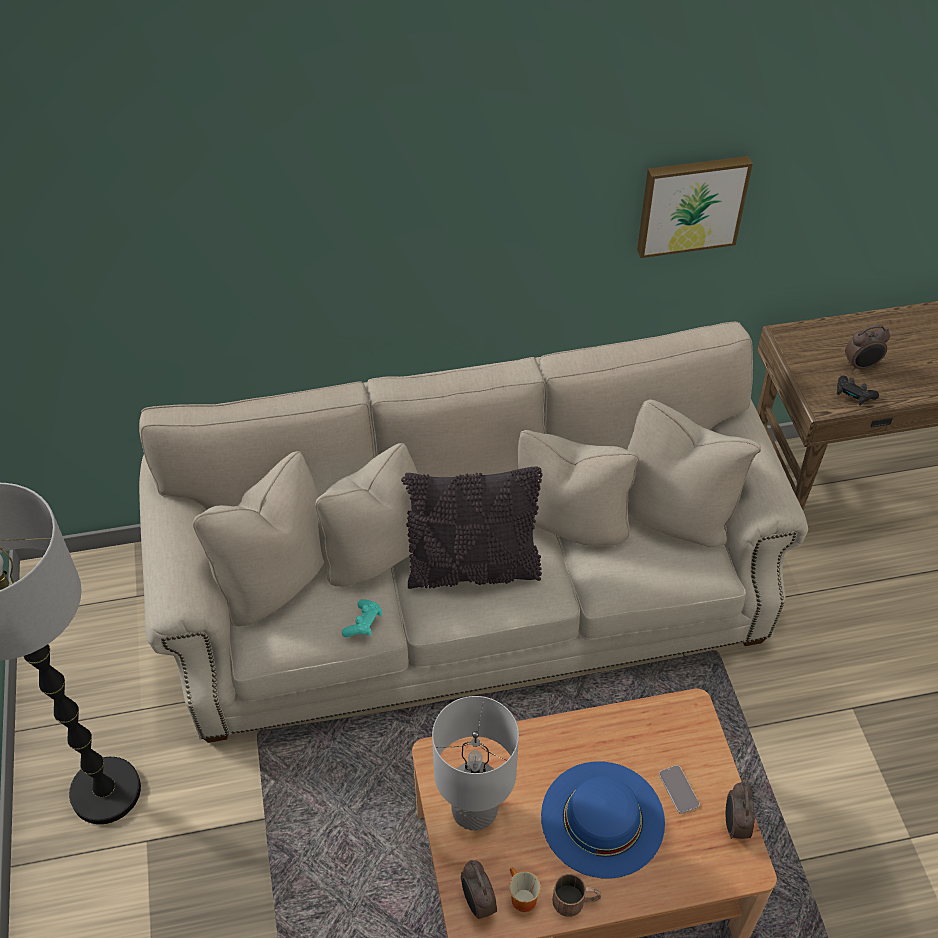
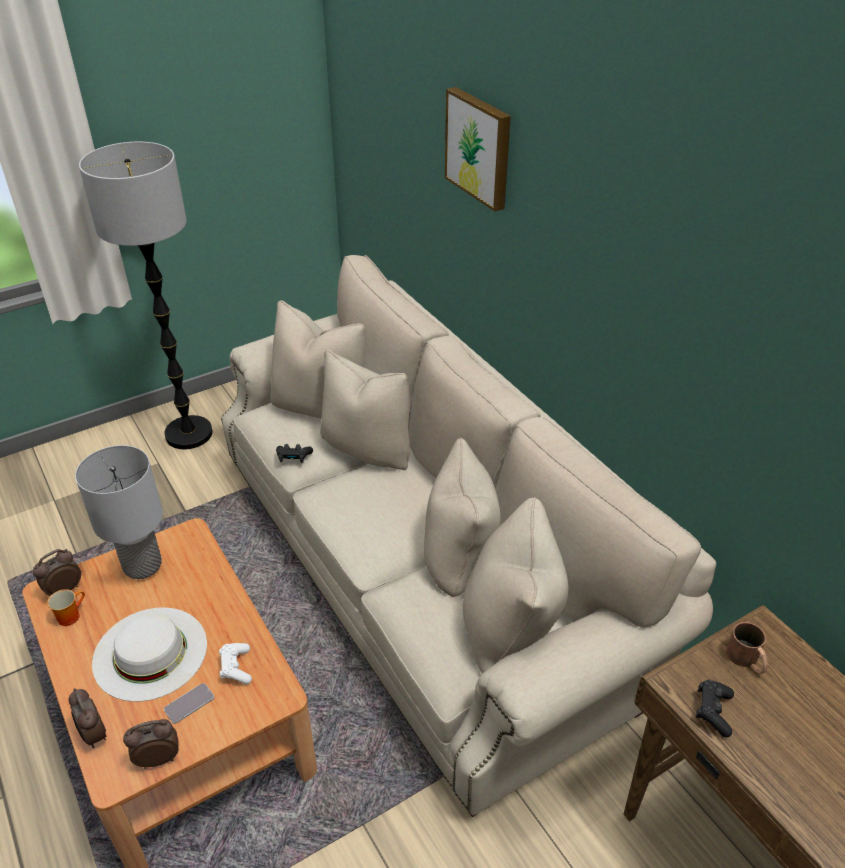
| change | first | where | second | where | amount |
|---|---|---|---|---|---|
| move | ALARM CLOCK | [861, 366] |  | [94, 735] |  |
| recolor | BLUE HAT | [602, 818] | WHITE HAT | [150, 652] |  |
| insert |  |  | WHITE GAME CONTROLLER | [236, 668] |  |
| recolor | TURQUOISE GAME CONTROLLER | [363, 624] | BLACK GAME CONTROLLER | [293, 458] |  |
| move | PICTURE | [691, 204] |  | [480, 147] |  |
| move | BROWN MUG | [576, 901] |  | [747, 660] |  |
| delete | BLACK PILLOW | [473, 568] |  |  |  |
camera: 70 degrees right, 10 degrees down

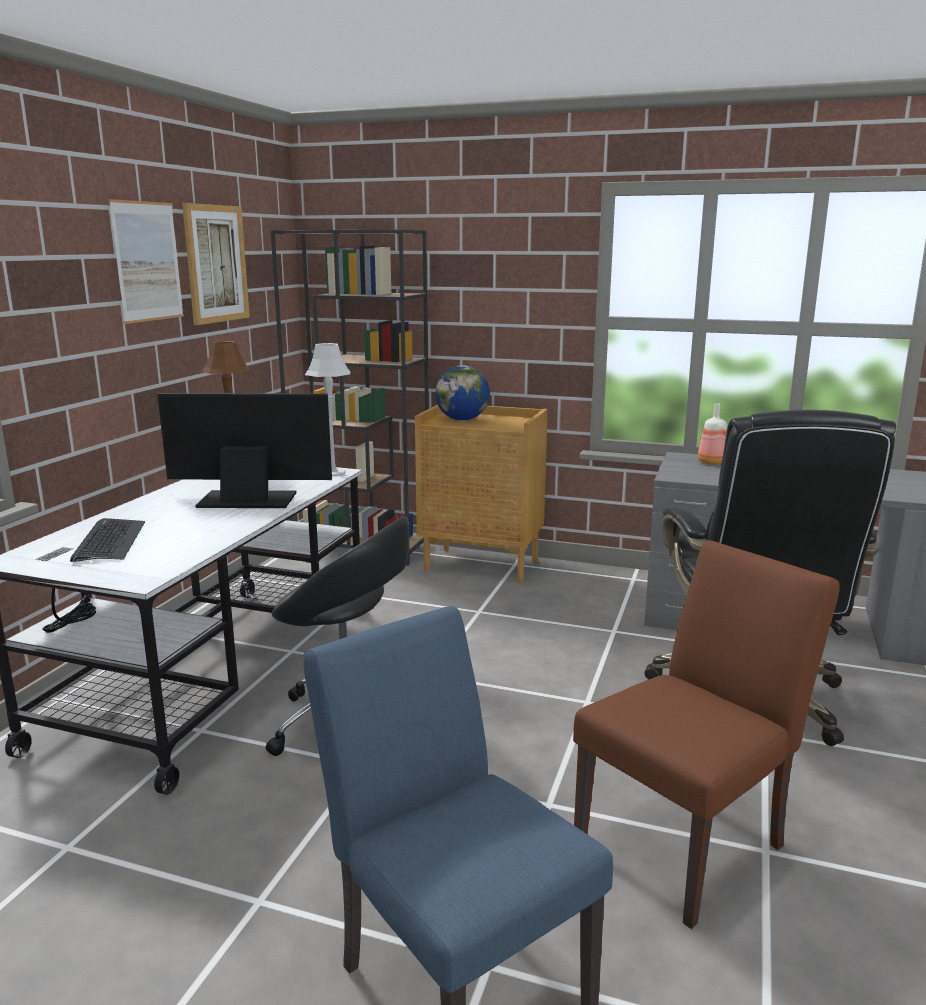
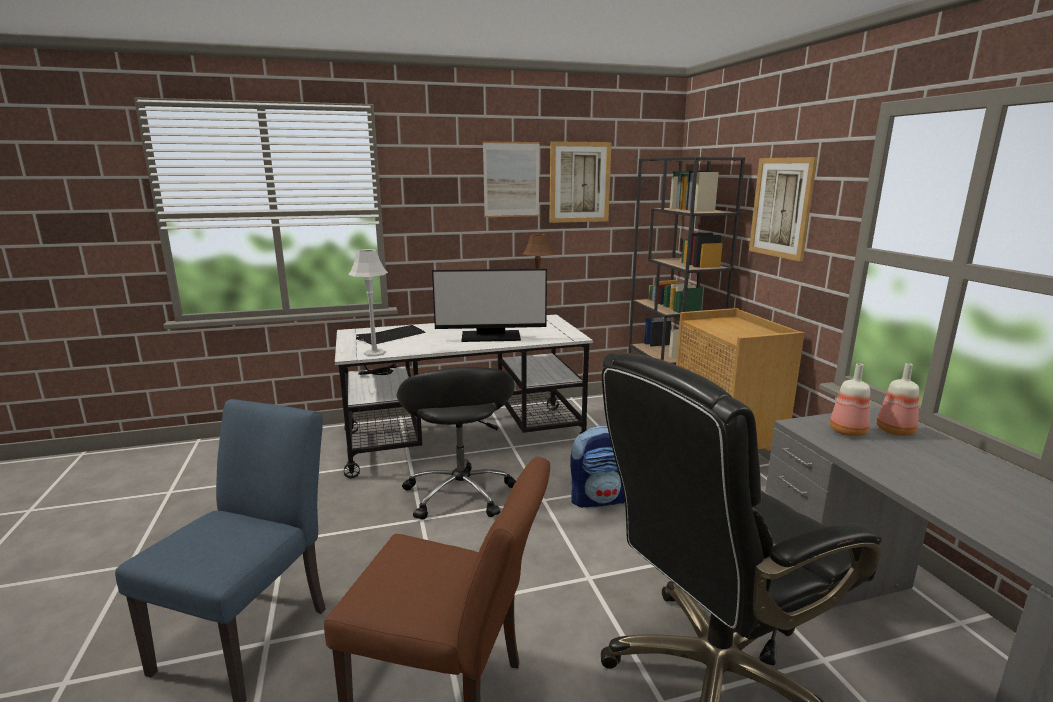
| change | first | where | second | where | amount |
|---|---|---|---|---|---|
| move | GREY TABLE LAMP | [332, 473] |  | [374, 353] |  |
| rotate | MONITOR | [247, 499] |  | [491, 337] | 120 degrees clockwise |
| insert |  |  | BACKPACK | [599, 499] |  |
| insert |  |  | PICTURE | [781, 207] |  |
| insert |  |  | BOTTLE | [849, 432] |  |
| delete | GLOBE | [462, 420] |  |  |  |
camera: 55 degrees right, 0 degrees up

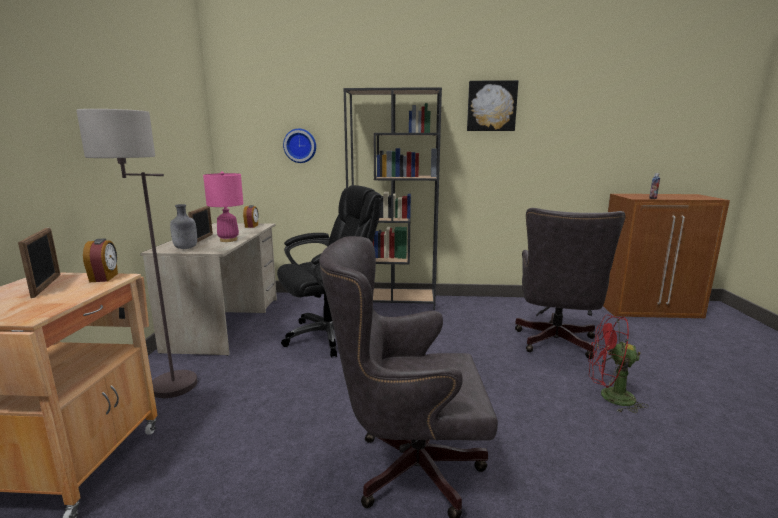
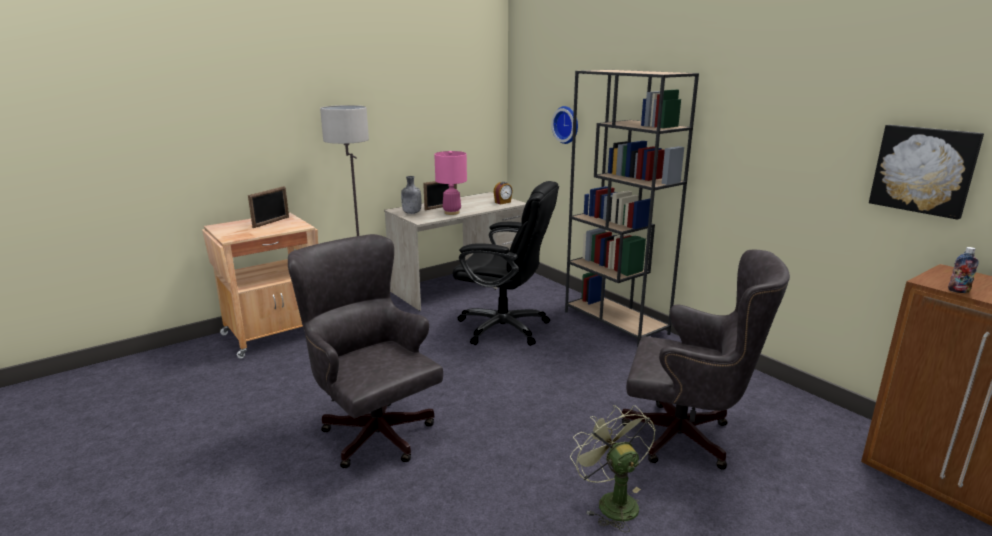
| change | first | where | second | where | amount |
|---|---|---|---|---|---|
| recolor | RED FAN | [609, 397] | GREEN FAN | [611, 501] |  |
| rotate | GREY OFFICE CHAIR | [556, 343] |  | [686, 438] | 135 degrees counterclockwise |
| move | PICTURE | [491, 106] |  | [924, 170] |  |
| delete | ALARM CLOCK | [104, 278] |  |  |  |
camera: 50 degrees right, 5 degrees up

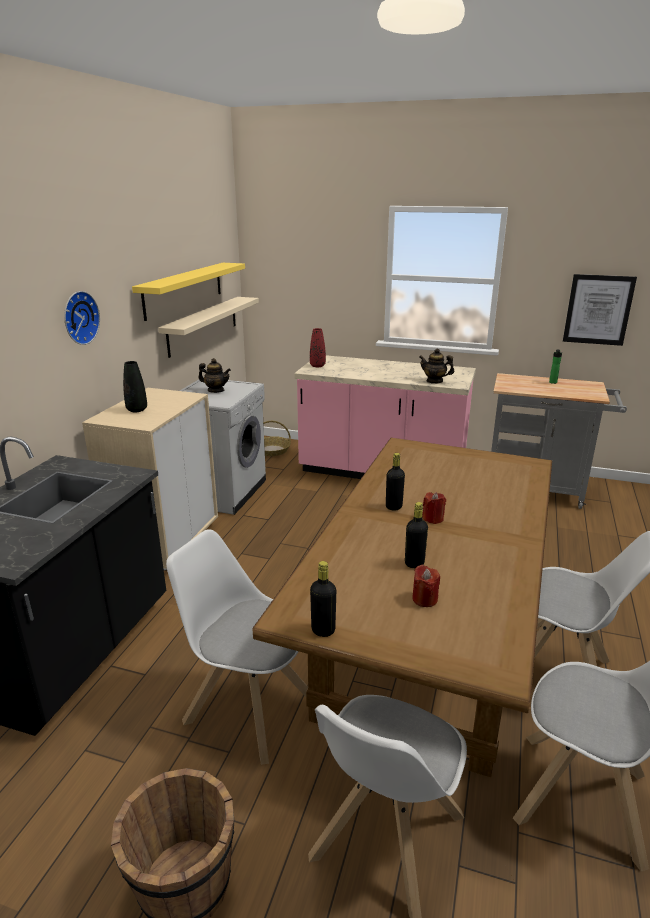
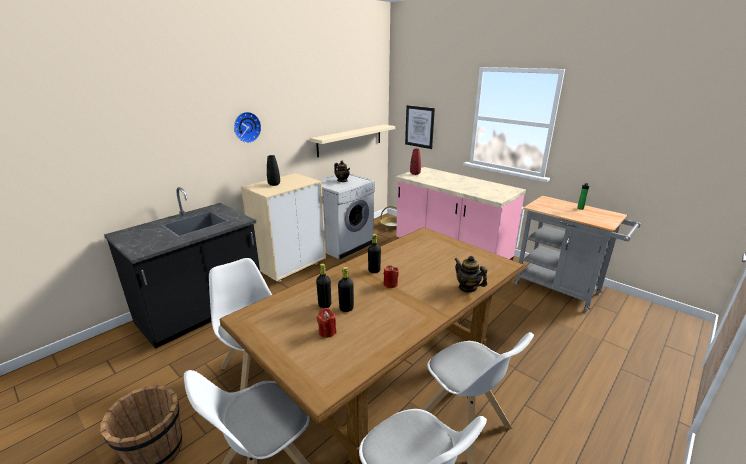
| change | first | where | second | where | amount |
|---|---|---|---|---|---|
| move | BLACK BOTTLE | [323, 630] |  | [324, 305] |  |
| move | PICTURE | [598, 309] |  | [419, 126] |  |
| move | TEAPOT | [434, 381] |  | [467, 287] |  |
| delete | YELLOW SHELF | [184, 289] |  |  |  |
camera: 25 degrees right, 0 degrees up

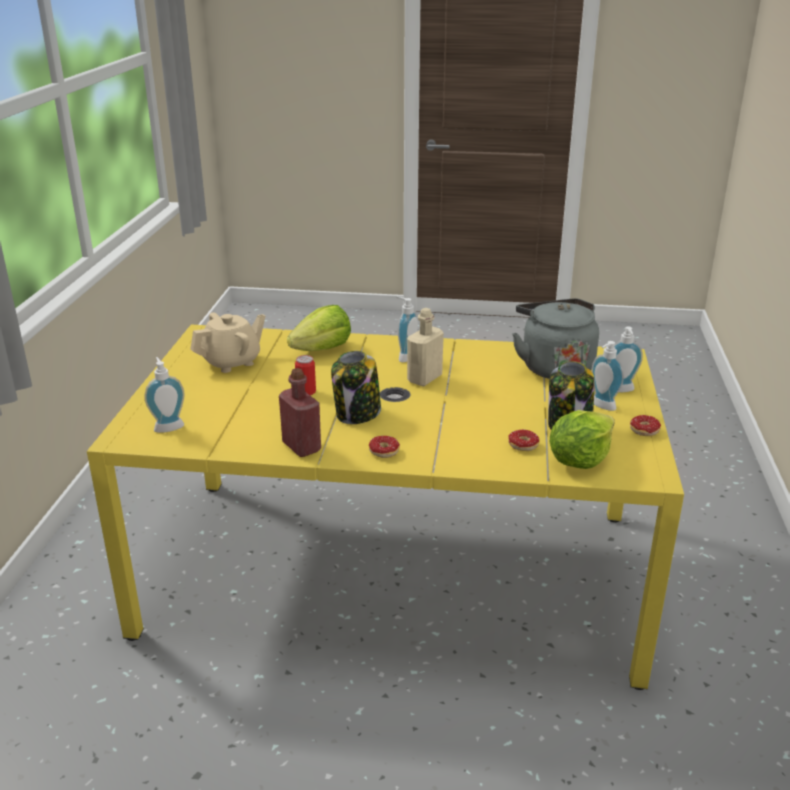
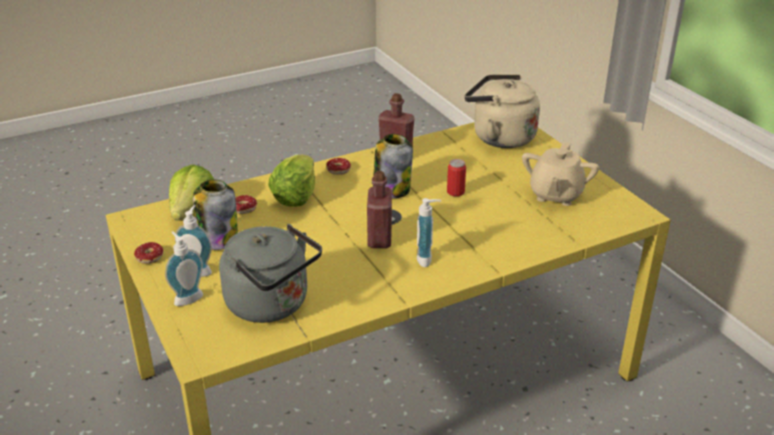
| change | first | where | second | where | amount |
|---|---|---|---|---|---|
| move | LETTUCE | [322, 349] |  | [296, 196] |  |
| recolor | BEIGE BOTTLE | [424, 378] | RED BOTTLE | [379, 239] |  |
| replace | SOAP DISPENSER | [168, 426] | BEIGE KETTLE | [499, 137] |  |
camera: 145 degrees right, 5 degrees up

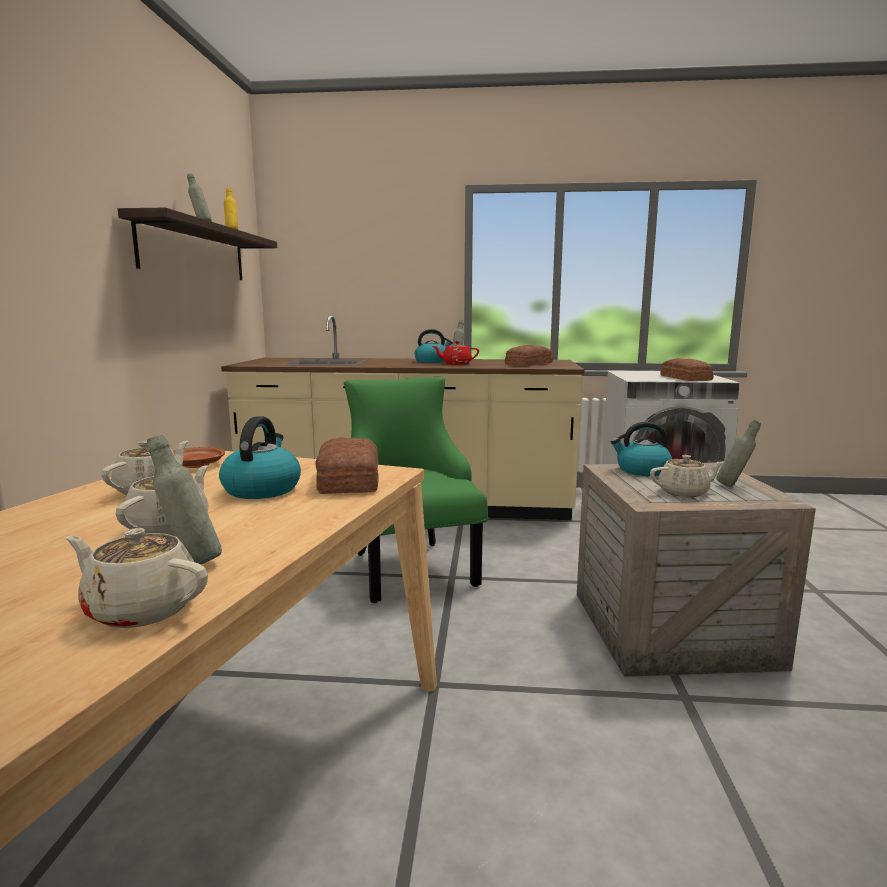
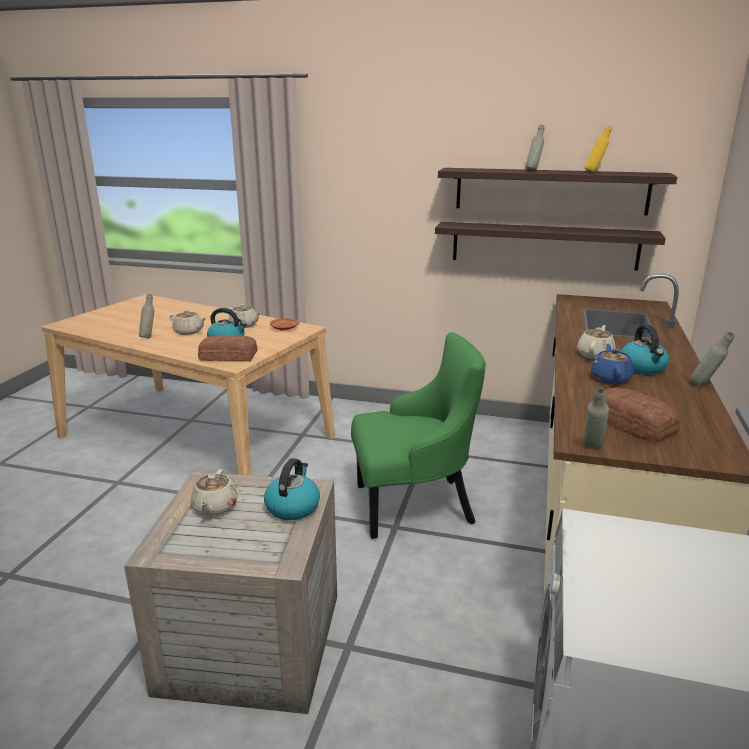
| change | first | where | second | where | amount |
|---|---|---|---|---|---|
| insert |  |  | SHELF | [544, 245] |  |
| move | BEIGE TEAPOT | [141, 609] |  | [595, 355] |  |
| move | GREY BOTTLE | [734, 486] |  | [592, 449] |  |
| recolor | RED TEAPOT | [456, 364] | BLUE TEAPOT | [610, 378] |  |
| delete | BREAD | [685, 378] |  |  |  |
camera: 100 degrees right, 10 degrees up

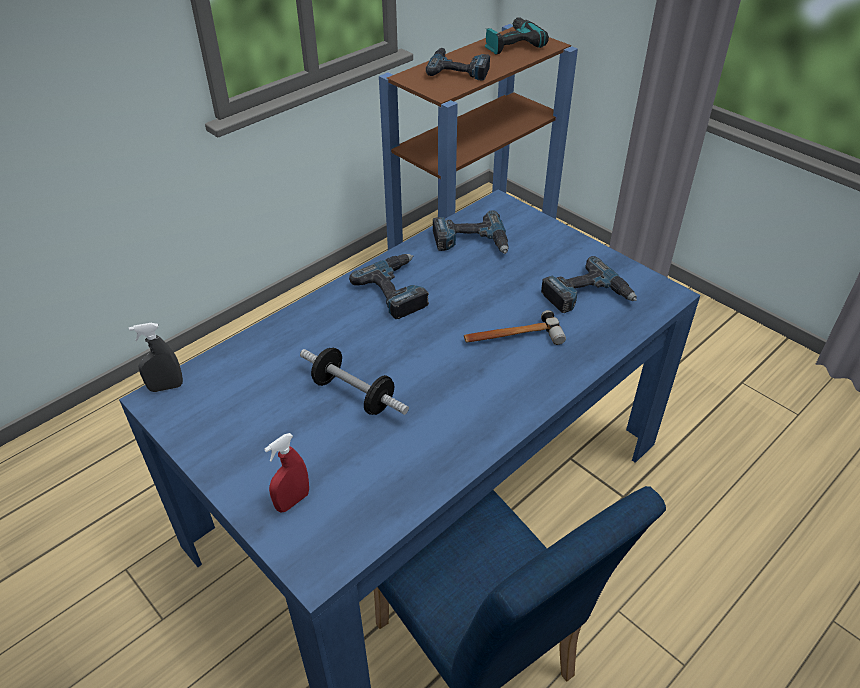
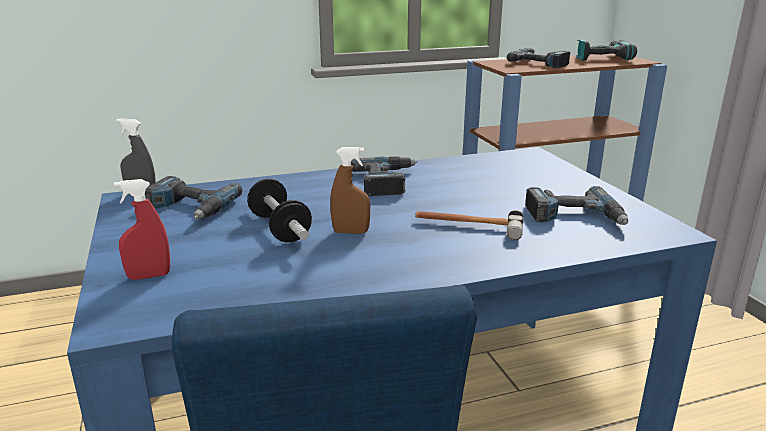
| change | first | where | second | where | amount |
|---|---|---|---|---|---|
| move | POWER DRILL | [470, 242] |  | [190, 208] |  |
| insert |  |  | BROWN SPRAY BOTTLE | [351, 232] |  |
camera: 25 degrees right, 20 degrees down

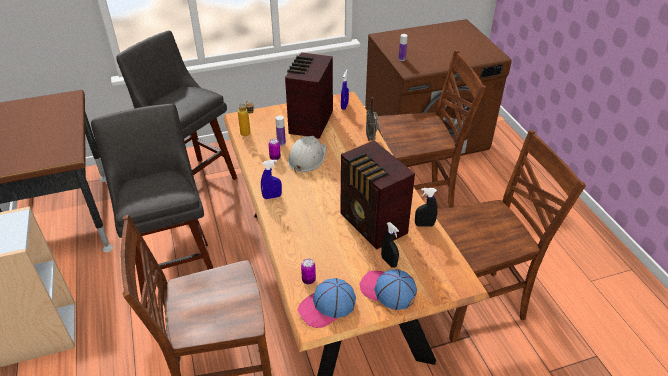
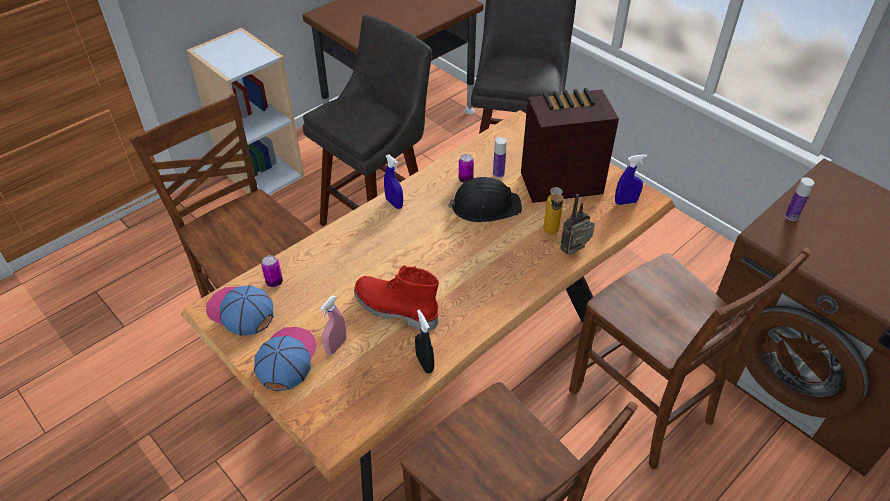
| change | first | where | second | where | amount |
|---|---|---|---|---|---|
| recolor | BLACK SPRAY BOTTLE | [389, 262] | PINK SPRAY BOTTLE | [336, 346] |  |
| replace | RADIO | [373, 225] | RED BOOT | [394, 310] |  |
| recolor | WHITE HARD HAT | [307, 158] | BLACK HARD HAT | [485, 206] |  |
| move | BOTTLE | [249, 134] |  | [551, 234] |  |
camera: 65 degrees right, 5 degrees up

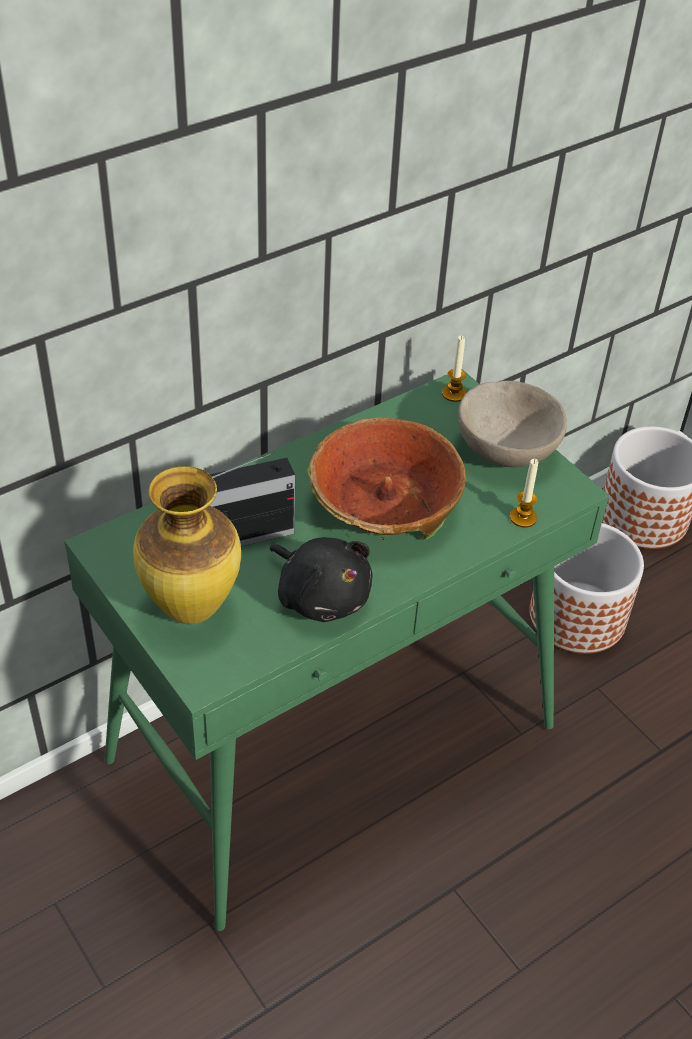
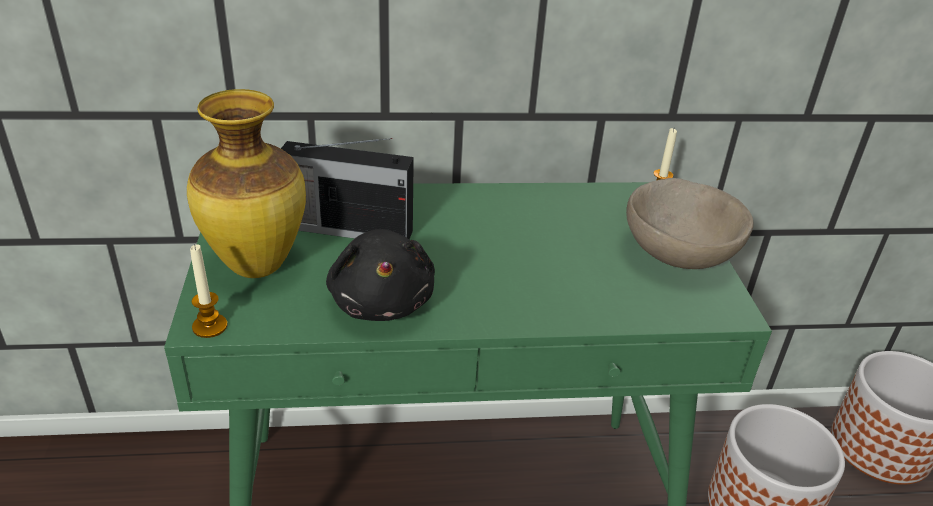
| change | first | where | second | where | amount |
|---|---|---|---|---|---|
| move | CANDLE | [523, 518] |  | [210, 326] |  |
| delete | BOWL | [384, 504] |  |  |  |
camera: 30 degrees right, 10 degrees down

